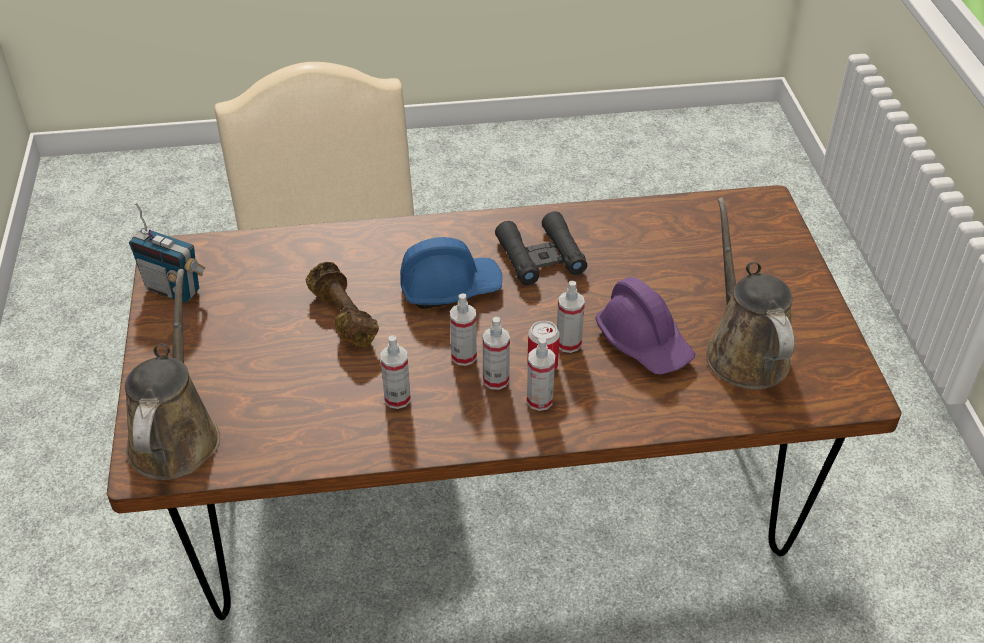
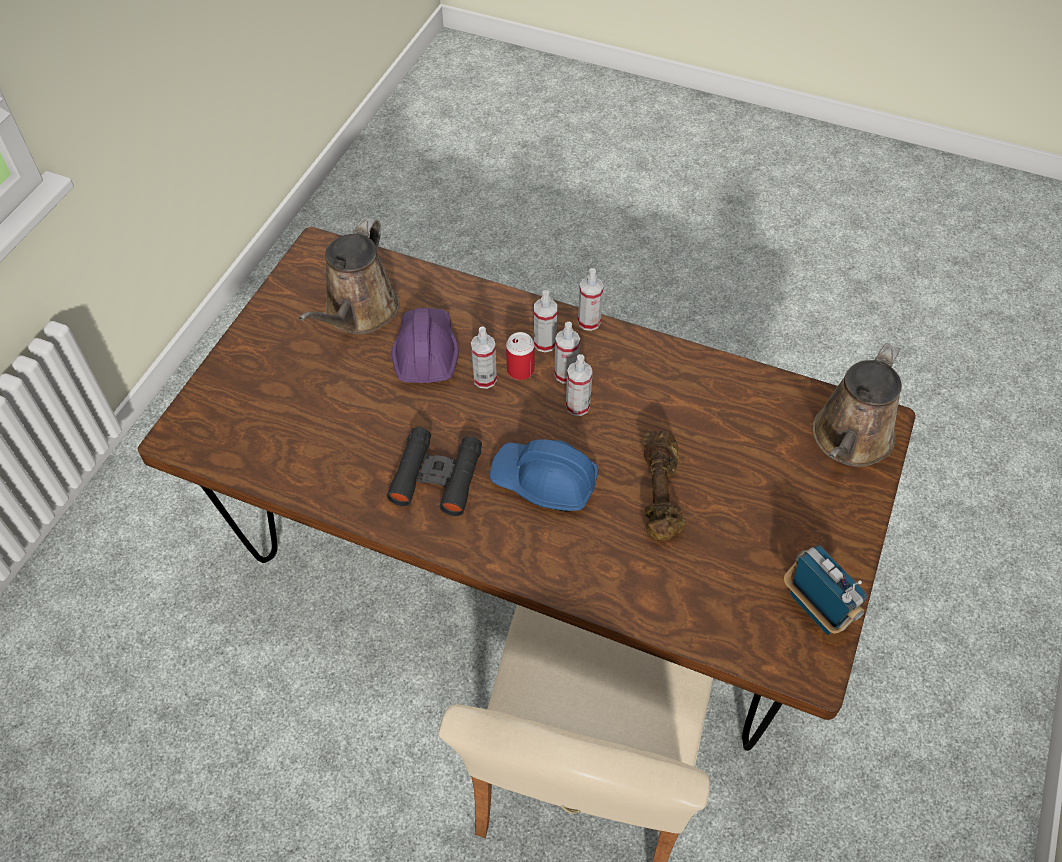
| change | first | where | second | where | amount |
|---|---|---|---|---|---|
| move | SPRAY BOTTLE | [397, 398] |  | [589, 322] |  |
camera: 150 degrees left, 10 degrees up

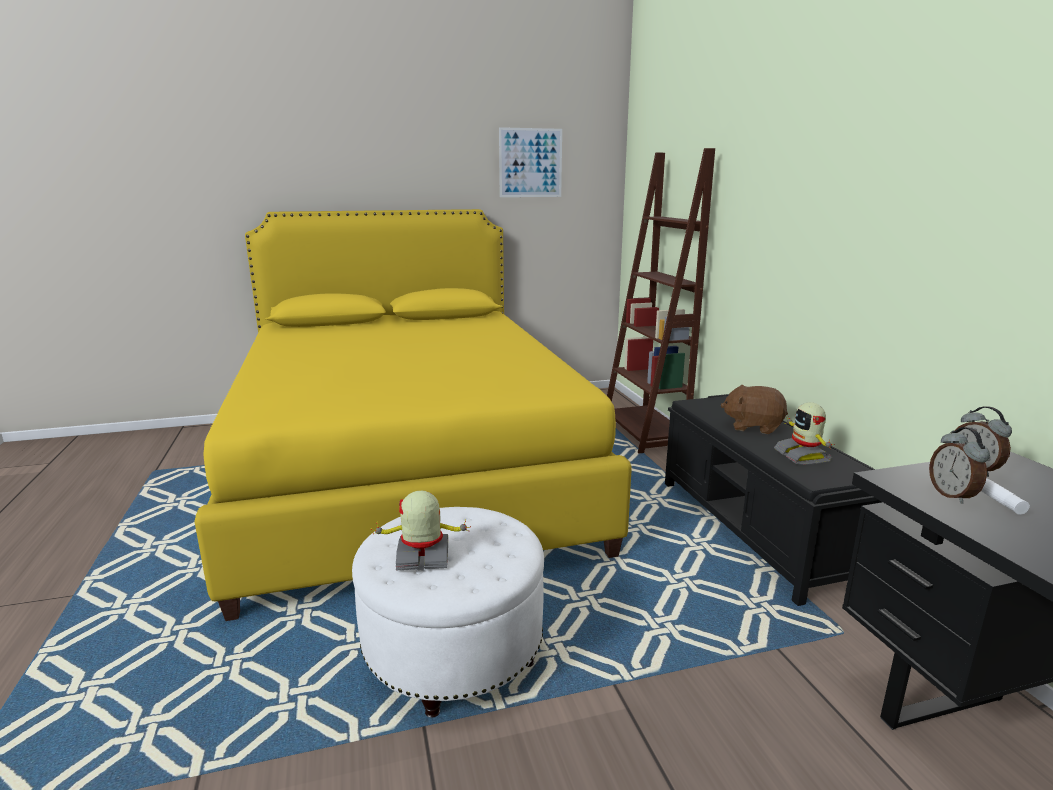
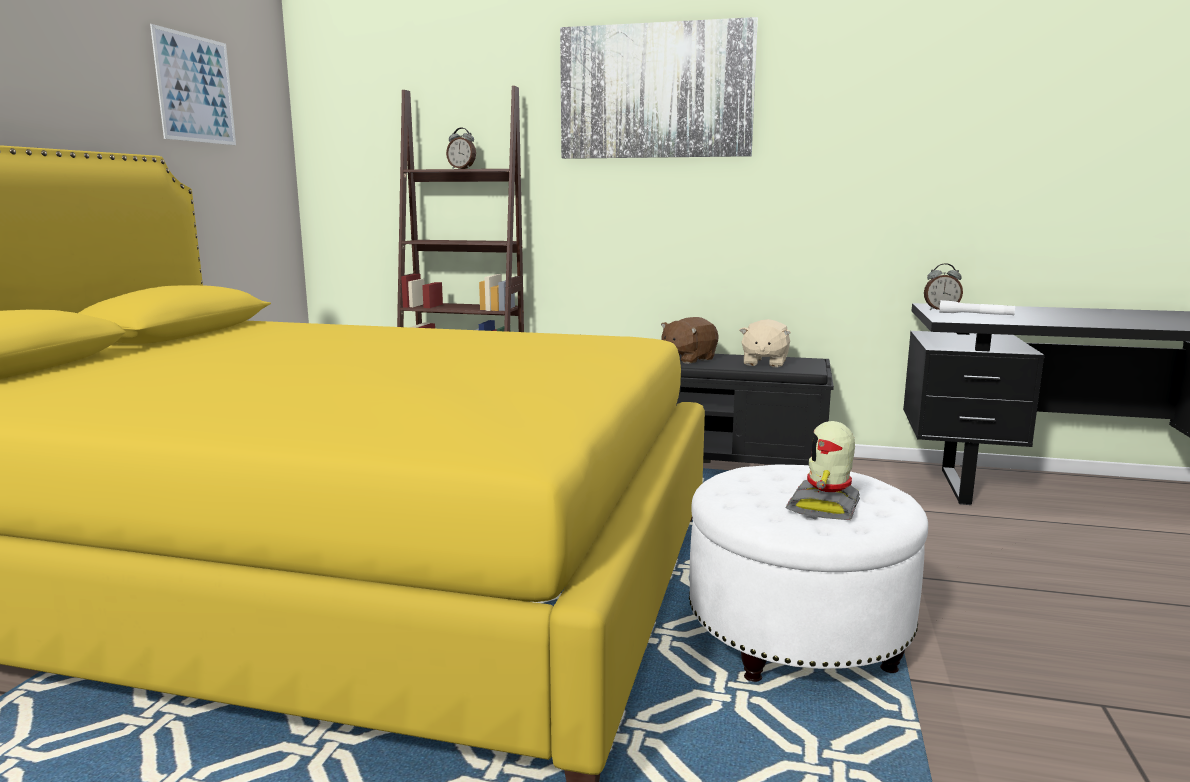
| change | first | where | second | where | amount |
|---|---|---|---|---|---|
| move | ALARM CLOCK | [952, 495] |  | [462, 169] |  |
| insert |  |  | PICTURE | [656, 91] |  |
| replace | TOY ROBOT | [803, 456] | BEIGE PLUSH TOY | [764, 363] |  |
camera: 60 degrees left, 5 degrees down

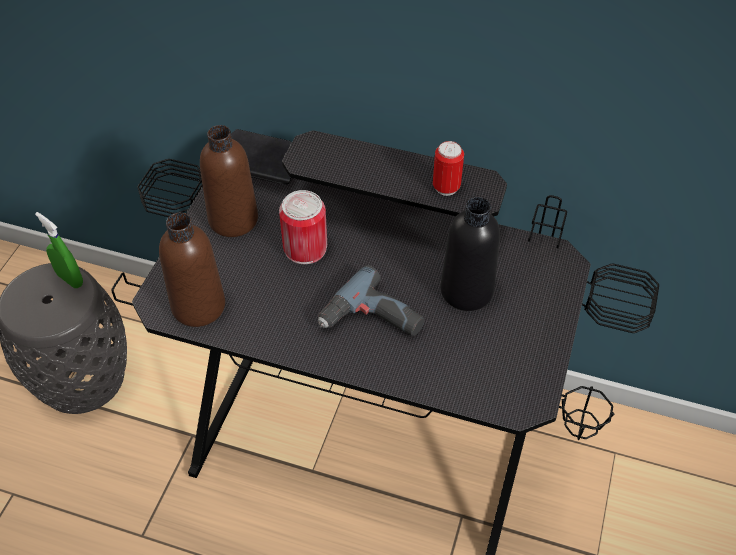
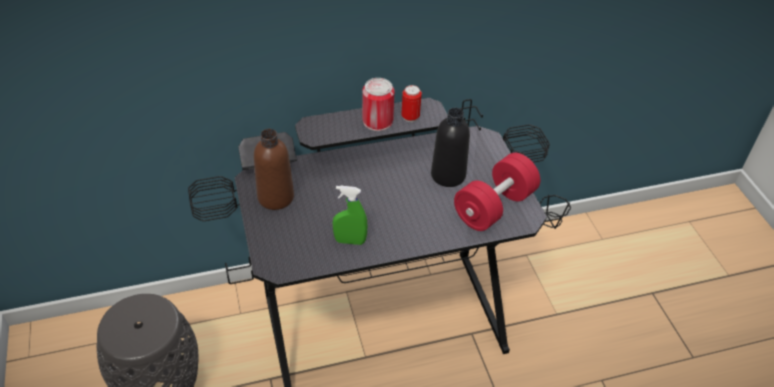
| change | first | where | second | where | amount |
|---|---|---|---|---|---|
| move | GREEN SPRAY BOTTLE | [70, 279] |  | [350, 241] |  |
| move | CAN | [305, 248] |  | [377, 121] |  |
| insert |  |  | RED DUMBBELL | [494, 206] |  |
| delete | BROWN BOTTLE | [198, 306] |  |  |  |
| delete | POWER DRILL | [372, 322] |  |  |  |
camera: 35 degrees left, 5 degrees down

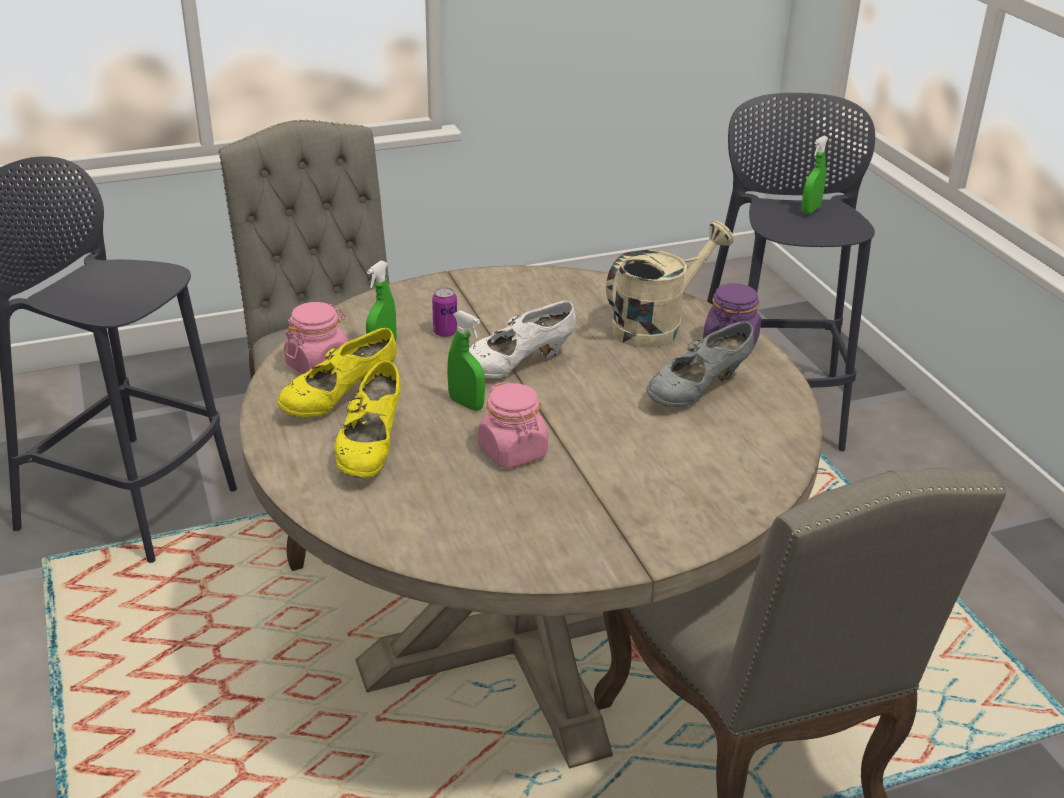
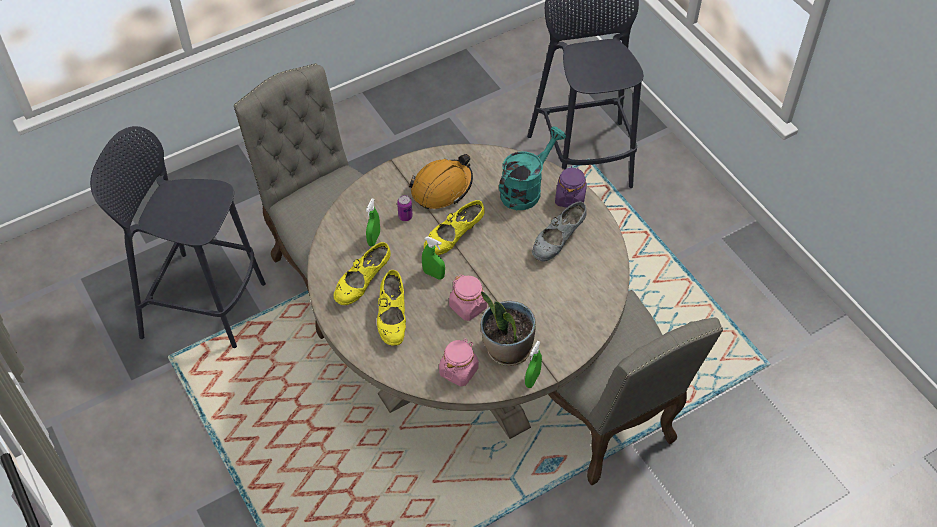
| change | first | where | second | where | amount |
|---|---|---|---|---|---|
| insert |  |  | ORANGE HARD HAT | [442, 188] |  |
| recolor | WHITE SHOE | [517, 366] | YELLOW SHOE | [454, 238] |  |
| move | PINK JAR | [318, 364] |  | [459, 371] |  |
| insert |  |  | POTTED PLANT | [507, 349] |  |
| recolor | BEIGE WATERING CAN | [656, 325] | TURQUOISE WATERING CAN | [526, 189] |  |
| move | GREEN SPRAY BOTTLE | [810, 210] |  | [532, 379] |  |
camera: 10 degrees left, 20 degrees up

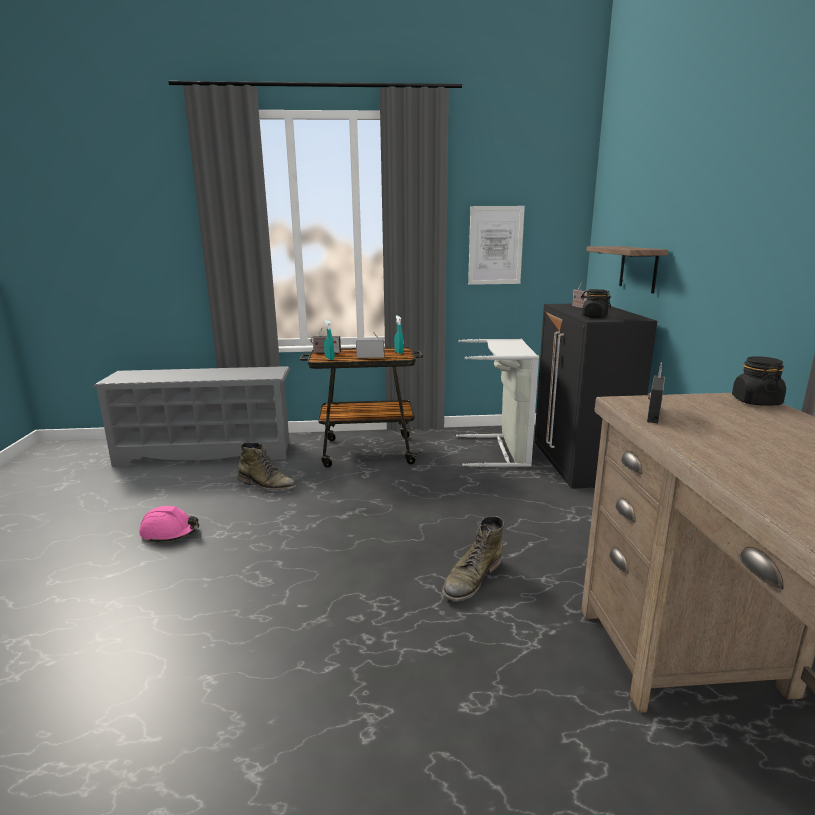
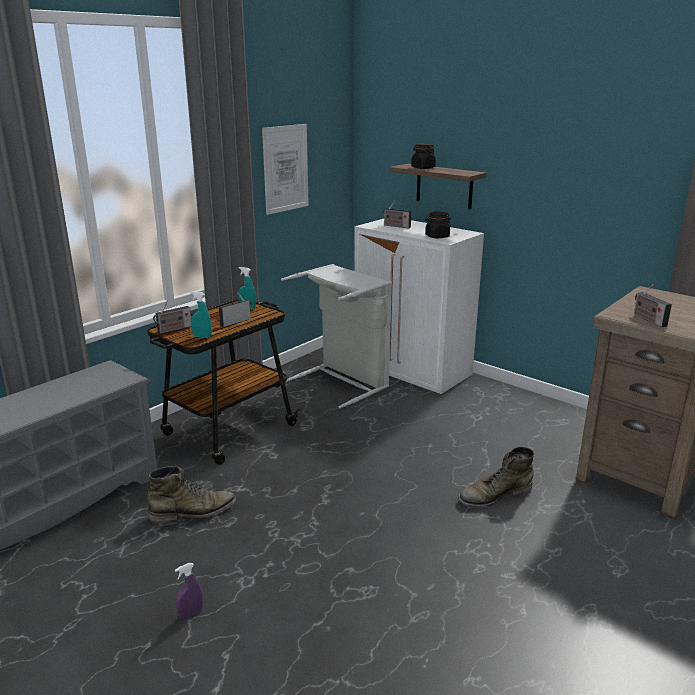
| change | first | where | second | where | amount |
|---|---|---|---|---|---|
| replace | PINK HARD HAT | [170, 533] | PURPLE SPRAY BOTTLE | [190, 613] |  |
| recolor | BLACK CABINET | [580, 462] | WHITE CABINET | [412, 368] |  |
| move | BLACK JAR | [755, 401] |  | [423, 168] |  |
| rotate | GREEN BOOT | [472, 578] |  | [494, 495] | 75 degrees clockwise |
camera: 45 degrees left, 5 degrees up

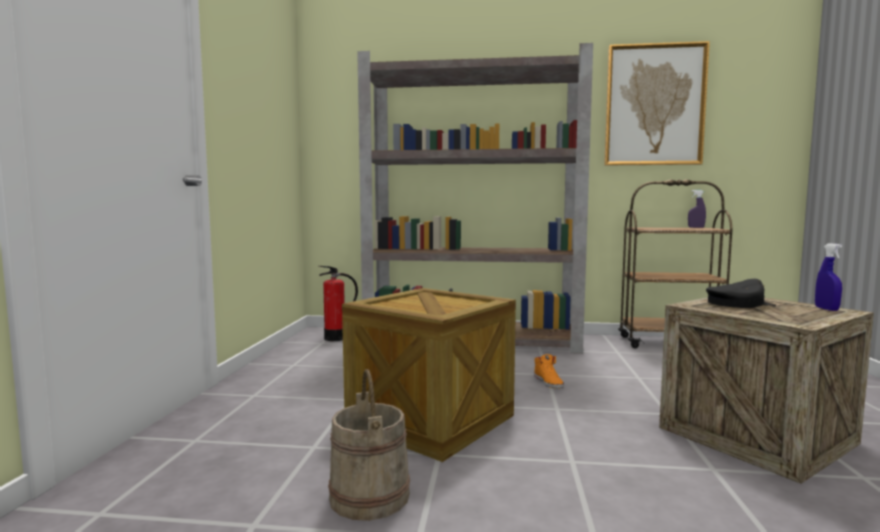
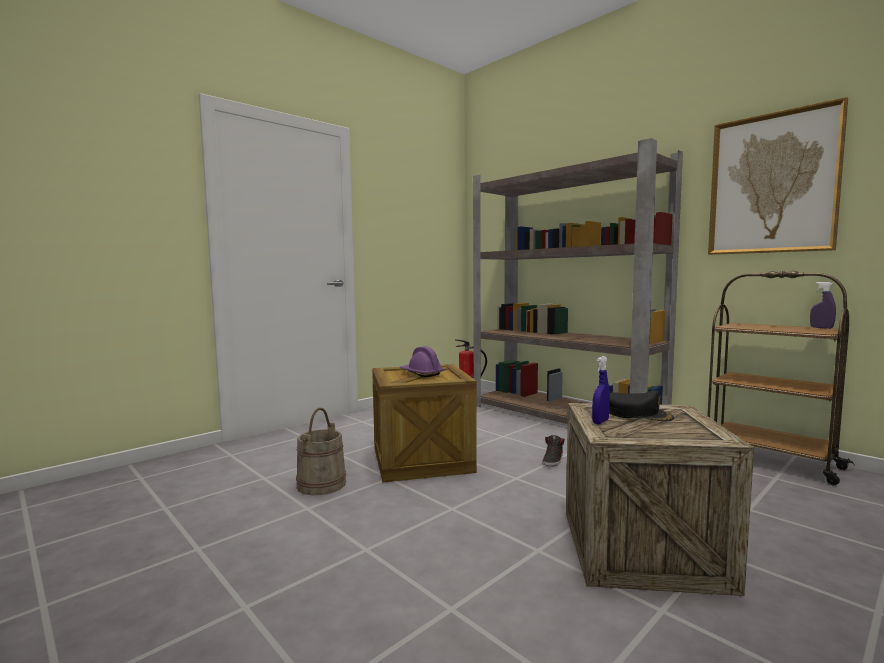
| change | first | where | second | where | amount |
|---|---|---|---|---|---|
| insert |  |  | PURPLE HARD HAT | [421, 373] |  |
| recolor | ORANGE SHOE | [548, 382] | BLACK SHOE | [553, 460] |  |
| move | BLUE SPRAY BOTTLE | [826, 309] |  | [600, 422] |  |
camera: 40 degrees right, 0 degrees up

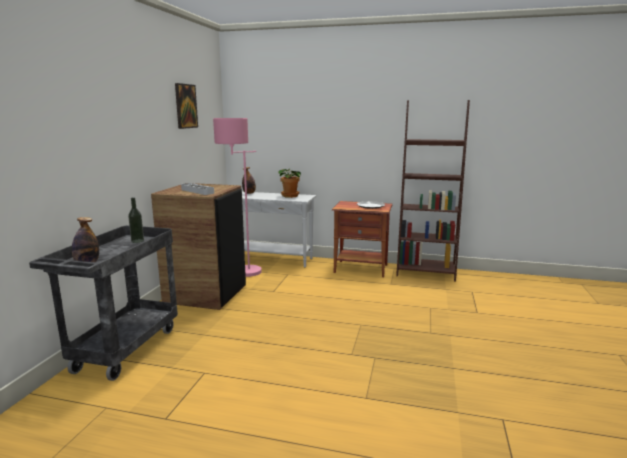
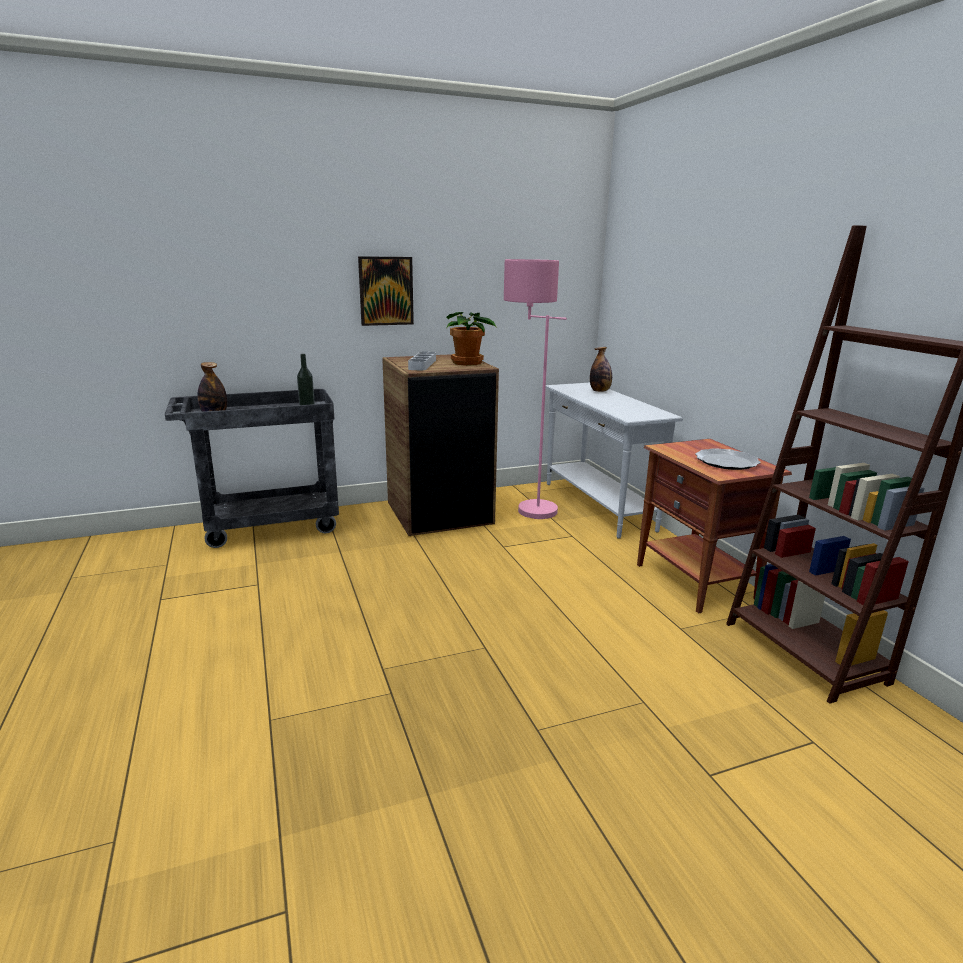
| change | first | where | second | where | amount |
|---|---|---|---|---|---|
| move | PICTURE | [185, 106] |  | [386, 291] |  |
| move | POTTED PLANT | [291, 196] |  | [468, 363] |  |
camera: 55 degrees right, 5 degrees up

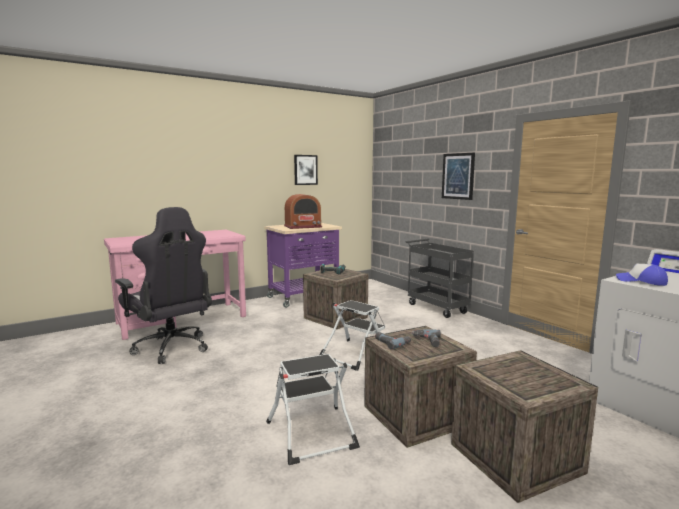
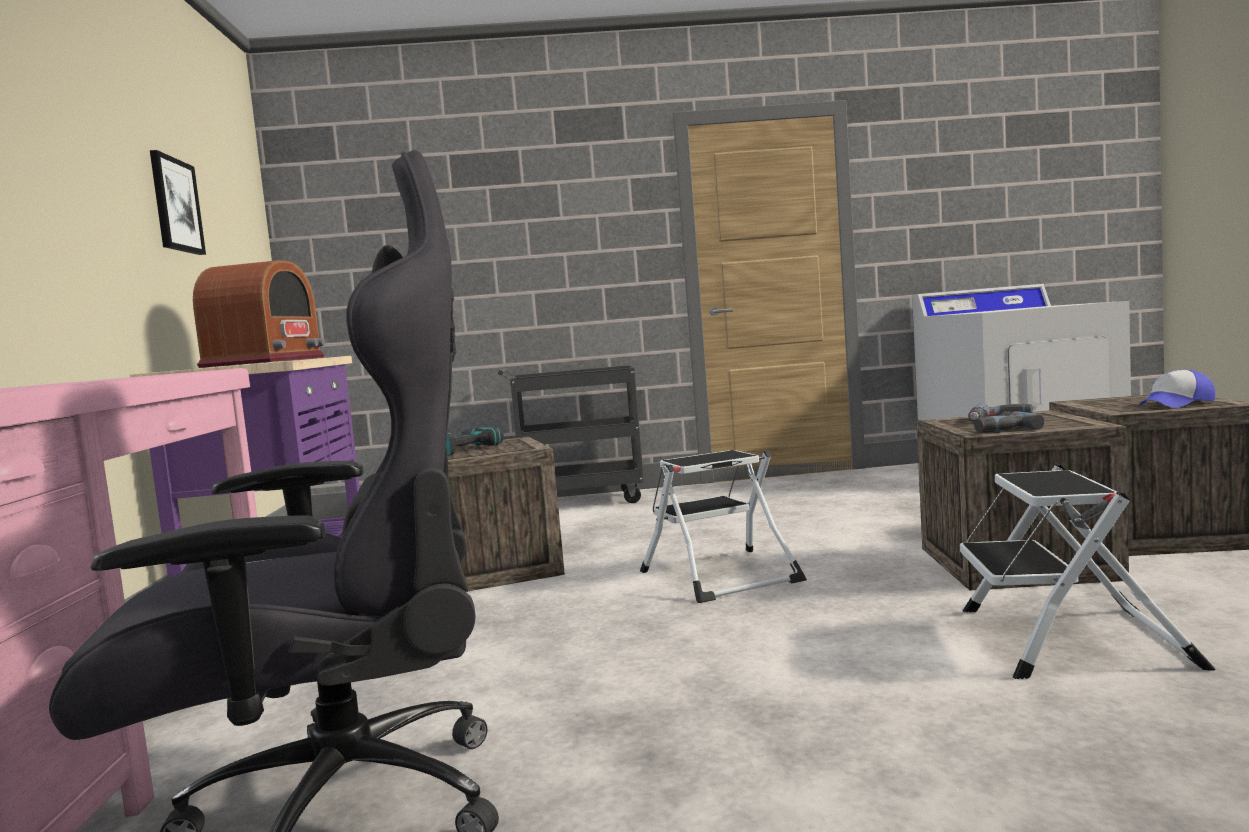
| change | first | where | second | where | amount |
|---|---|---|---|---|---|
| move | CAP | [641, 281] |  | [1176, 404] |  |
| delete | PICTURE | [458, 176] |  |  |  |
camera: 60 degrees left, 5 degrees down

